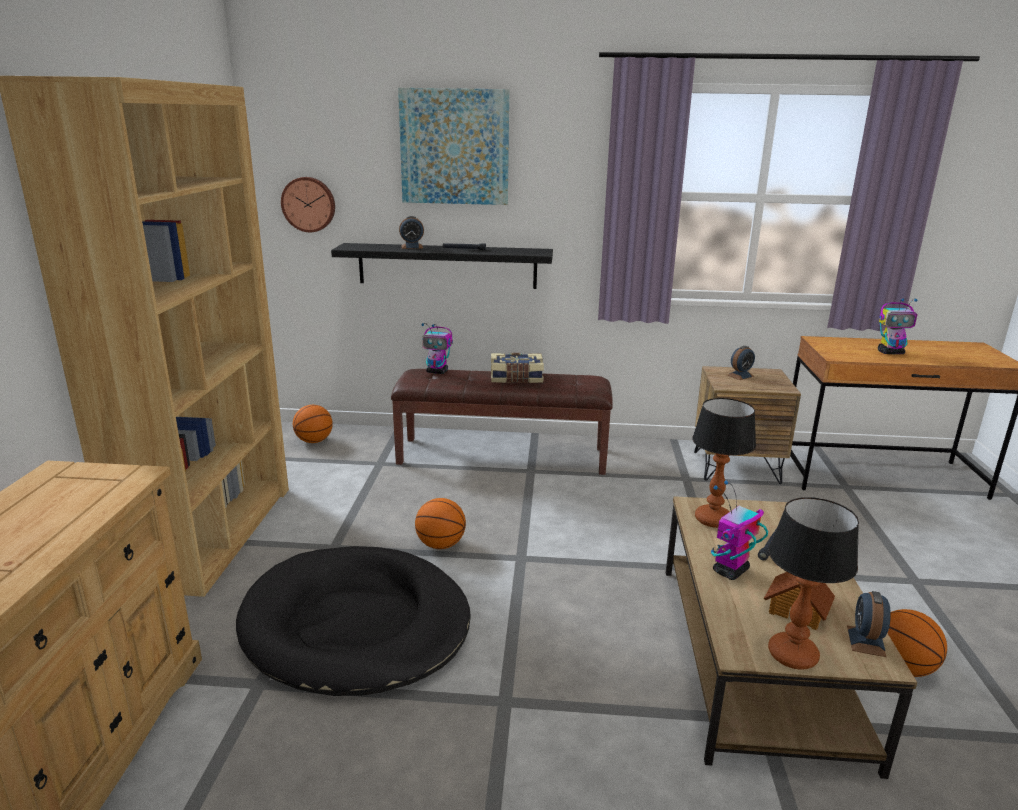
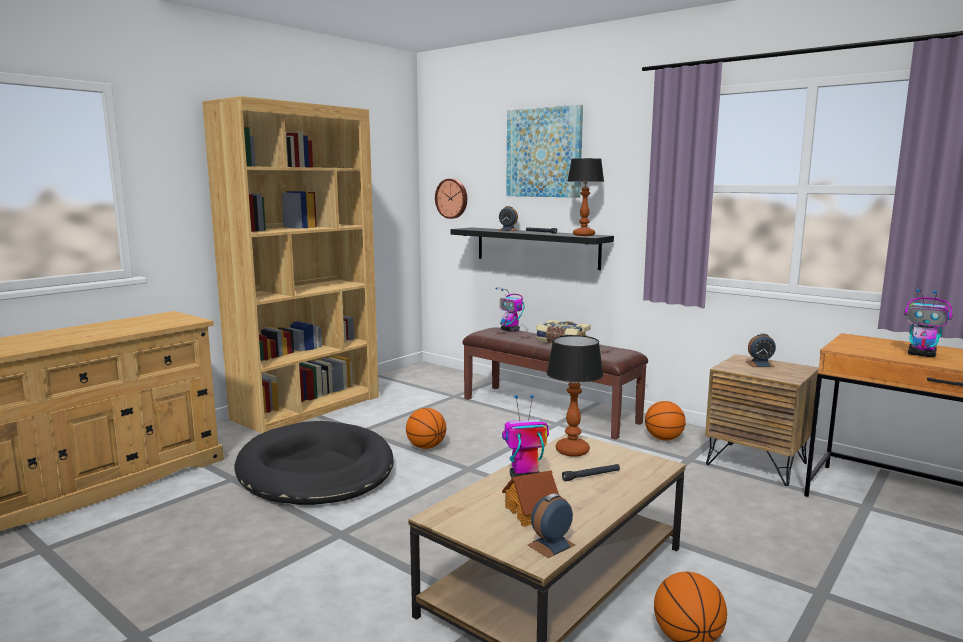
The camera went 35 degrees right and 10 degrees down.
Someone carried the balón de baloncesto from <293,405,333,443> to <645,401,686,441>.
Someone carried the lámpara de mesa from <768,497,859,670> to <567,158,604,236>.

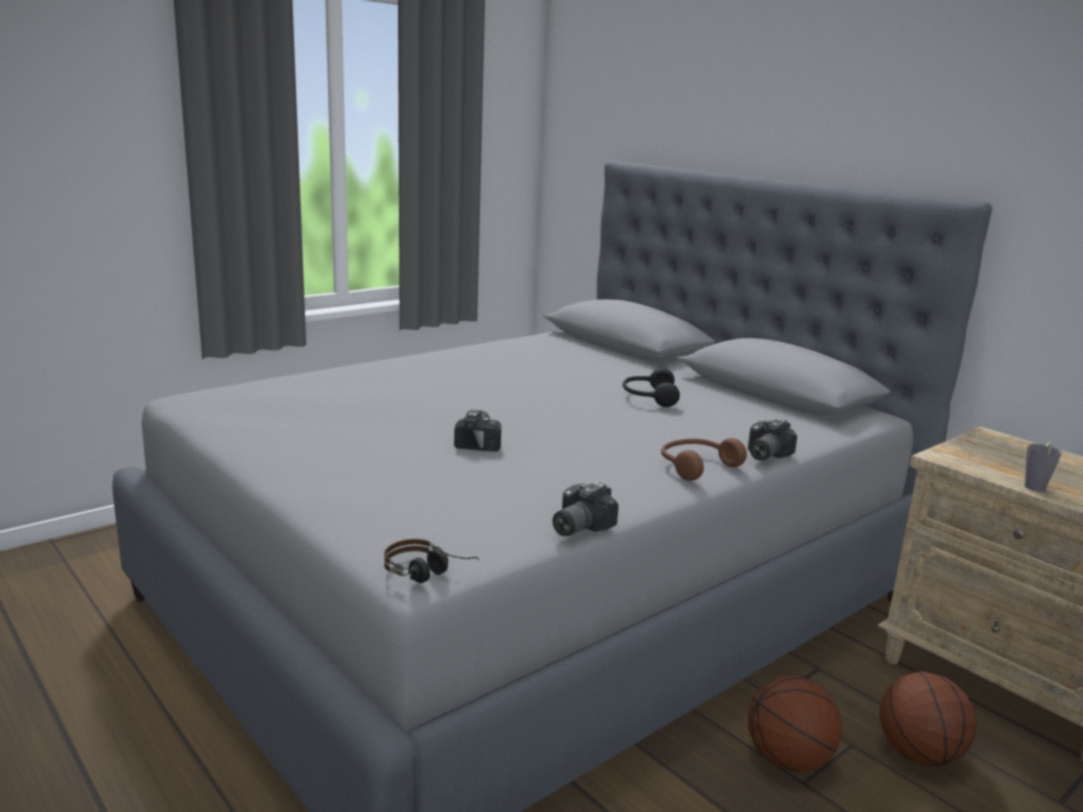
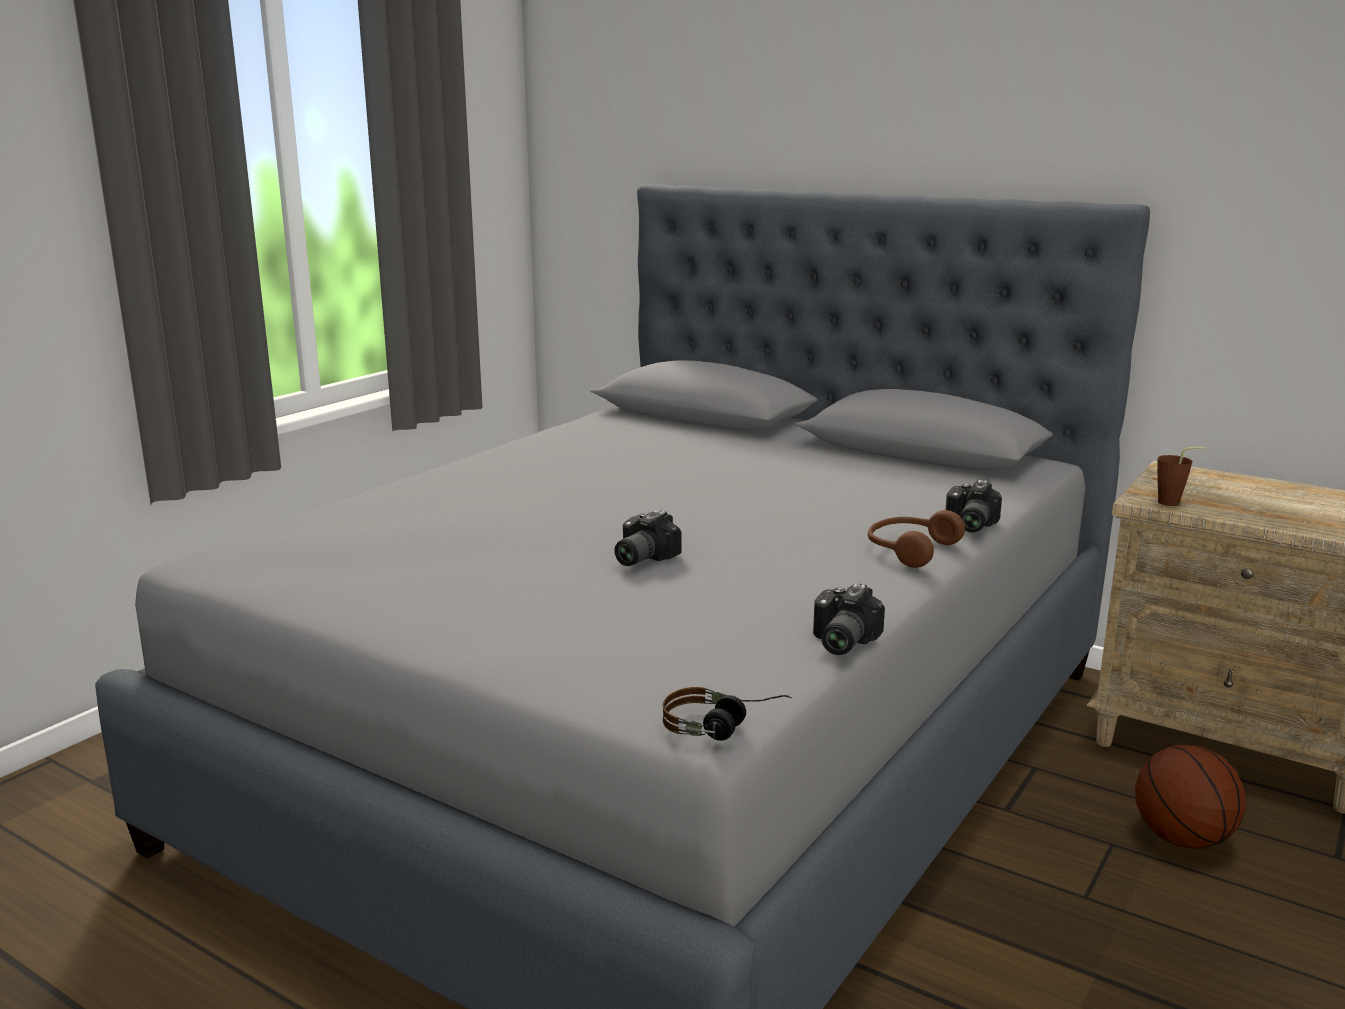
The camera went 15 degrees left and 0 degrees up.
Someone took away the auriculares (negro) at <622,368,680,407>.
Someone rotated the cámara at <454,410,501,452> by 135 degrees counterclockwise.
Someone took away the taza (gris) at <1024,442,1062,492>.
Someone took away the balón de baloncesto at <748,676,842,773>.
Someone put down the taza (marrón) at <1157,447,1205,506>.

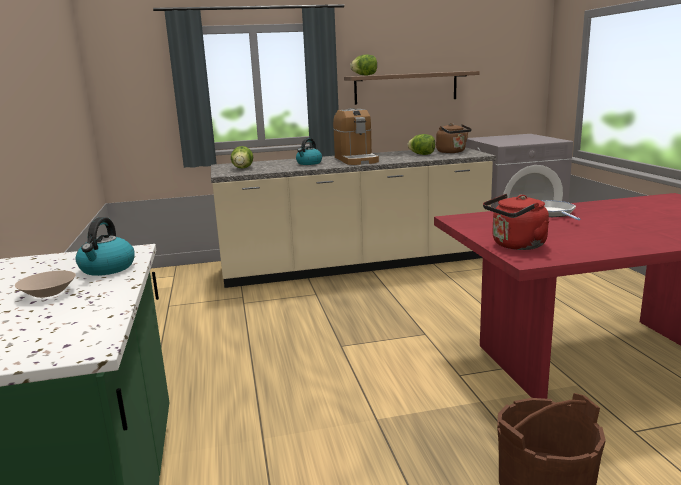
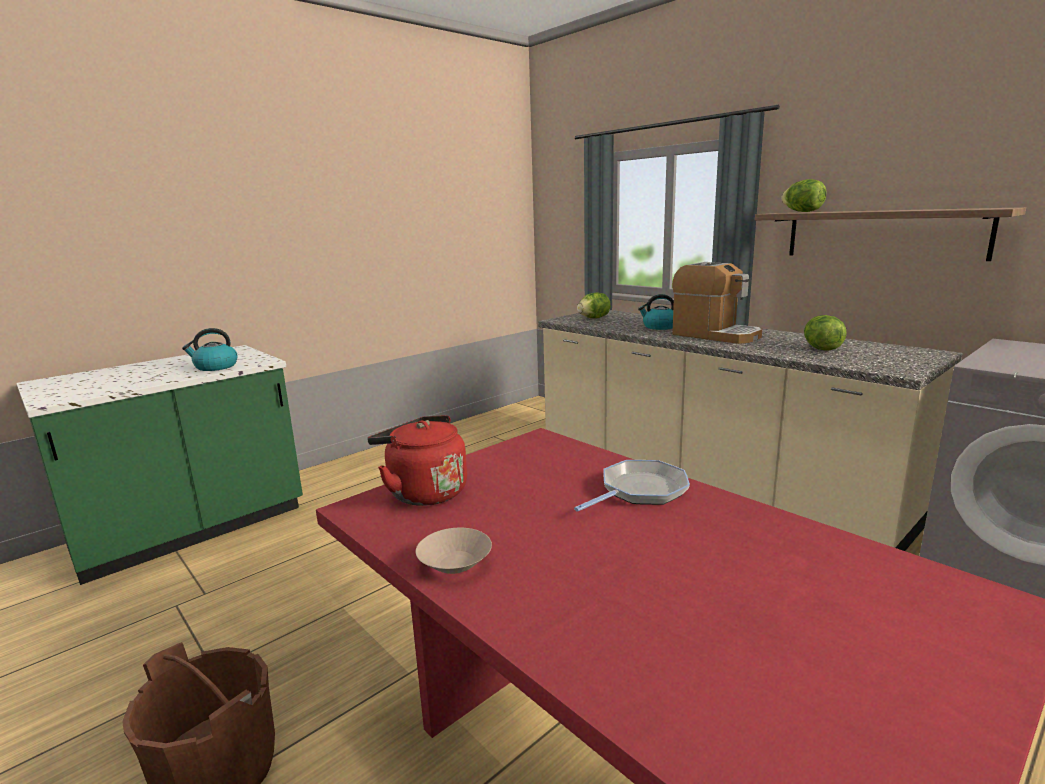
The camera went 60 degrees right and 0 degrees up.
Someone rotated the cafetera at <333,108,379,165> by 90 degrees counterclockwise.
Someone took away the hervidor (marrón) at <436,123,472,153>.
Someone carried the cuenco (beis) from <15,270,76,298> to <416,528,492,574>.

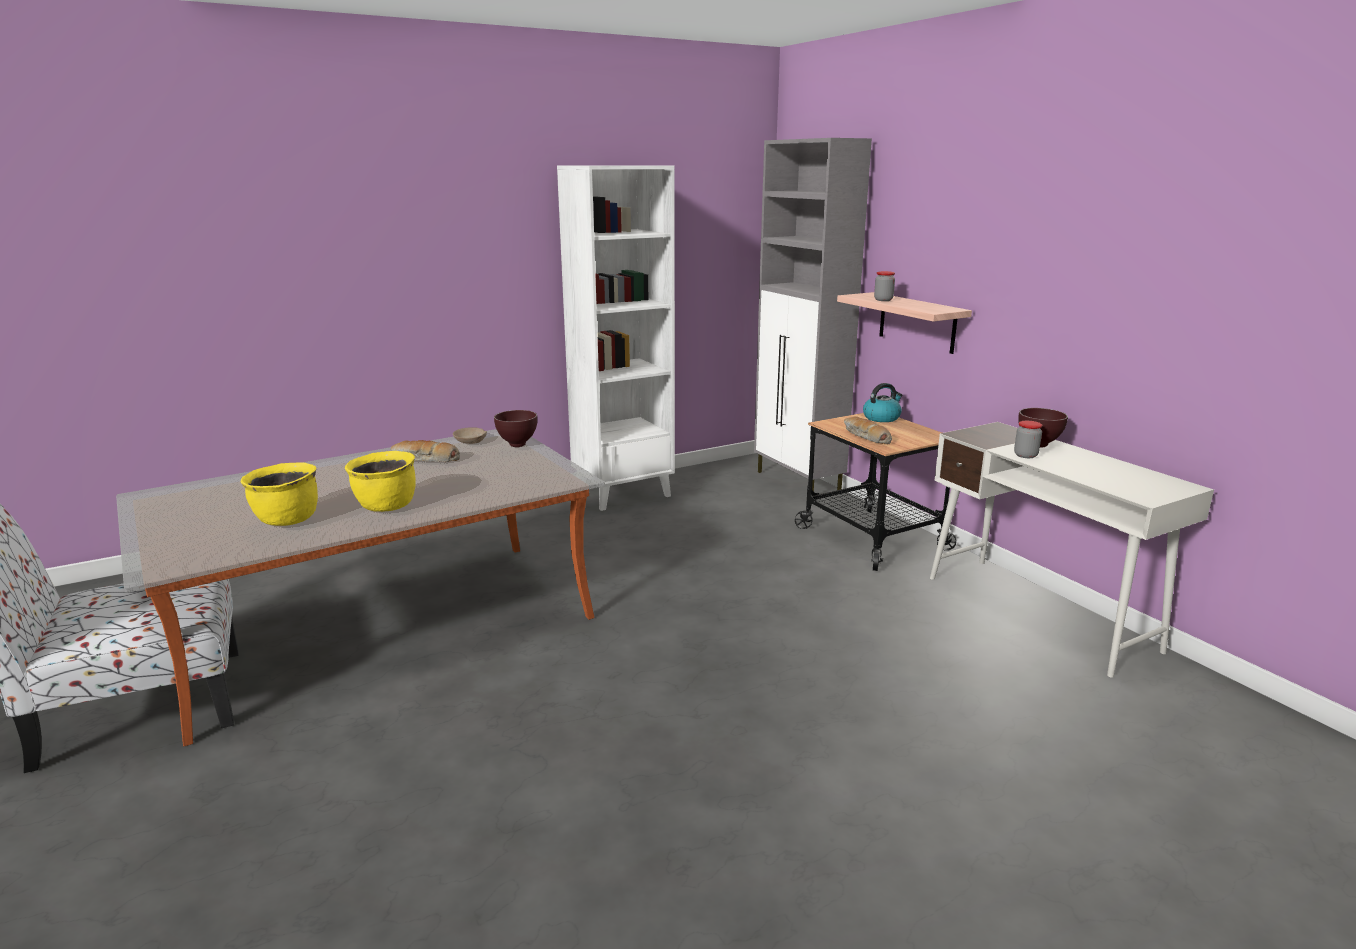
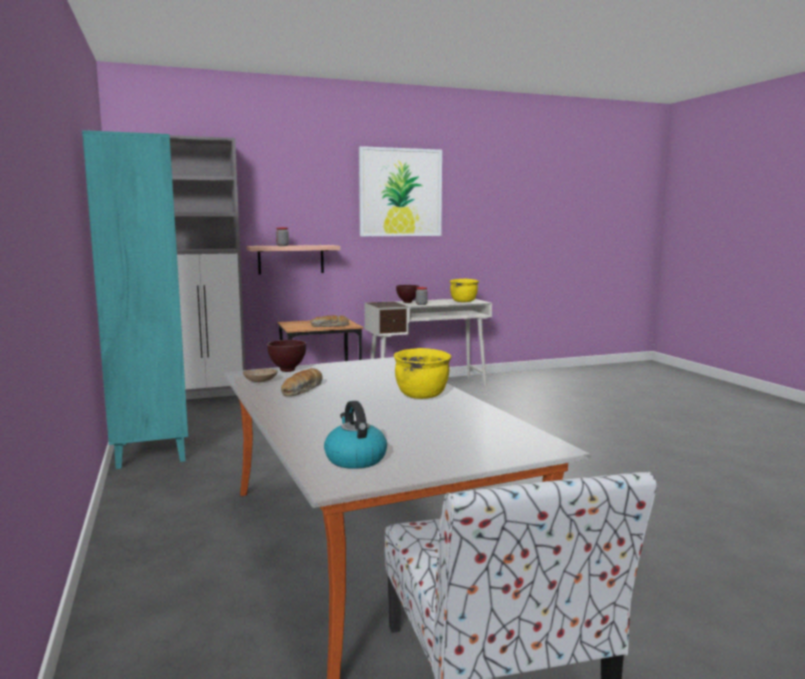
The camera went 80 degrees left and 10 degrees down.
Someone repainted the estantería (blanco) at <557,165,675,511>, which became the estantería (turquesa) at <82,130,188,469>.
Someone carried the hervidor from <863,383,902,422> to <324,401,387,469>.
Someone carried the olla (amarillo) from <241,462,318,526> to <450,279,479,302>.
Someone put up the cuadro at <359,146,442,236>.

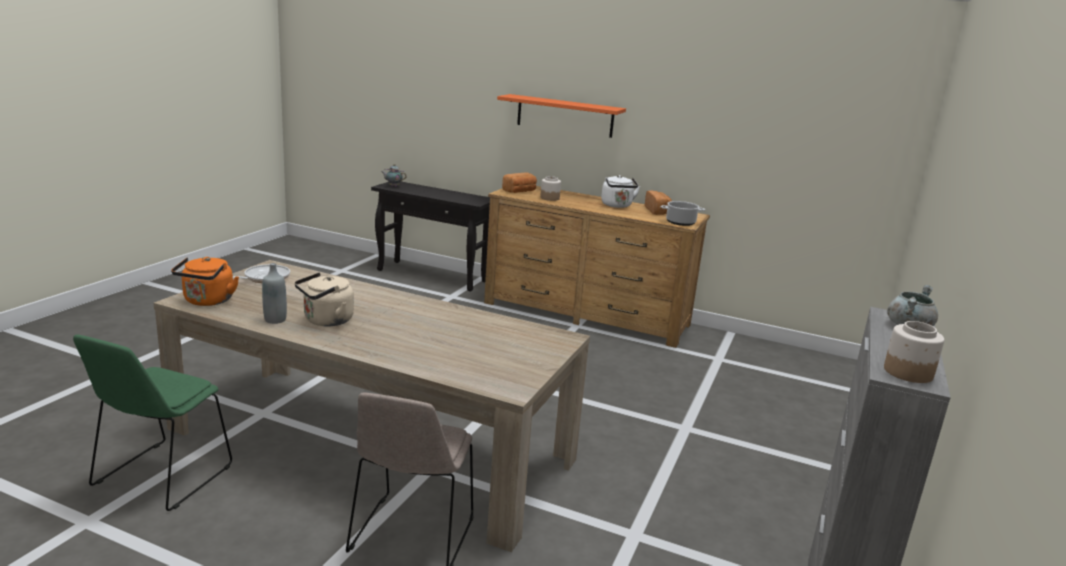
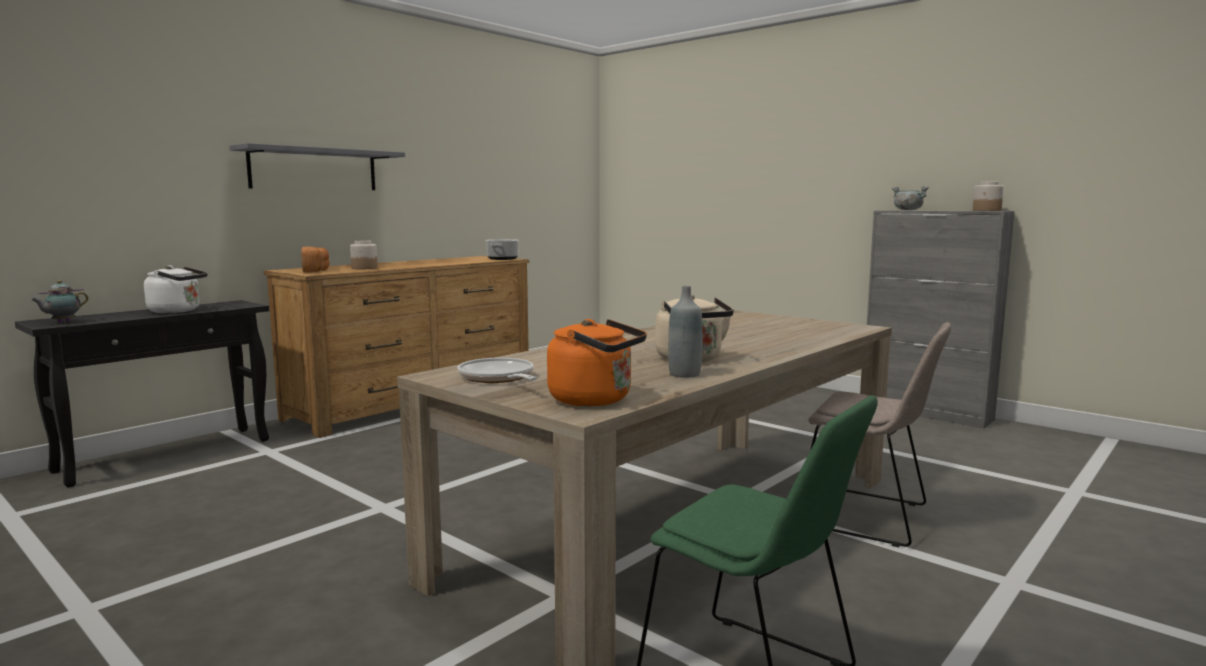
The camera went 70 degrees left and 10 degrees down.
Someone repainted the estante (naranja) at <497,94,626,138>, which became the estante (gris) at <229,143,405,190>.
Someone carried the hervidor (blanco) from <601,175,640,208> to <144,265,207,313>.
Someone took away the pan at <645,191,672,215>.

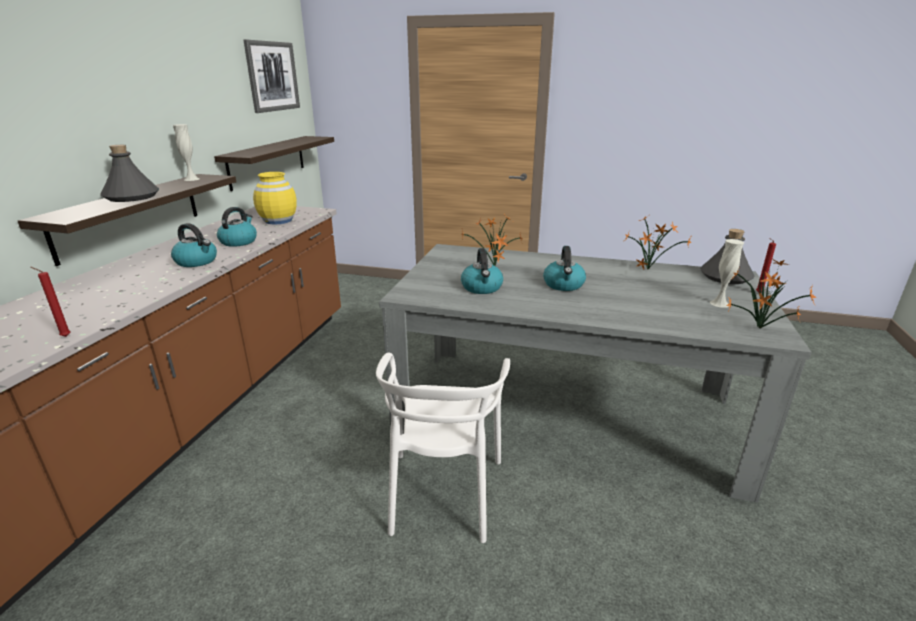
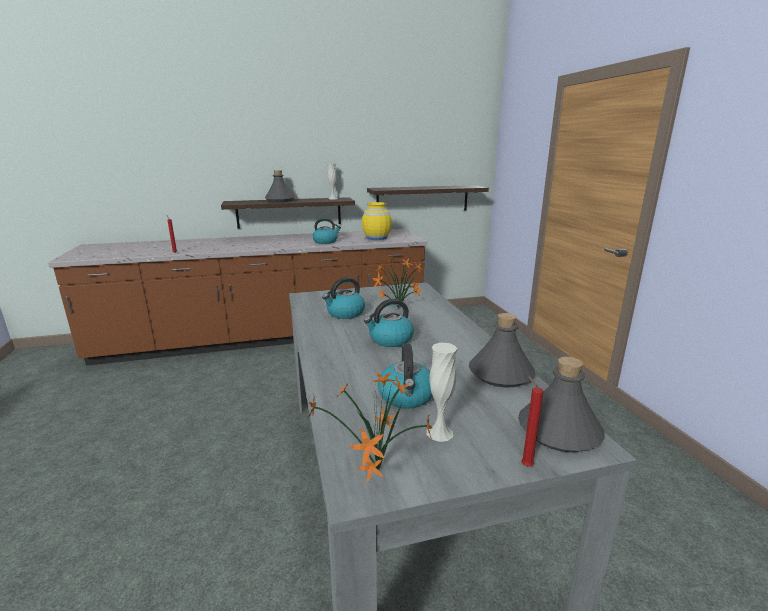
The camera went 60 degrees right and 5 degrees down.
Someone took away the cuadro at <243,40,300,113>.
Someone swapped the planta en maceta at <624,216,691,269> for the botella (gris) at <469,313,535,388>.
Someone carried the hervidor from <171,223,217,267> to <378,344,433,409>.
Someone took away the silla (blanco) at <376,353,510,543>.

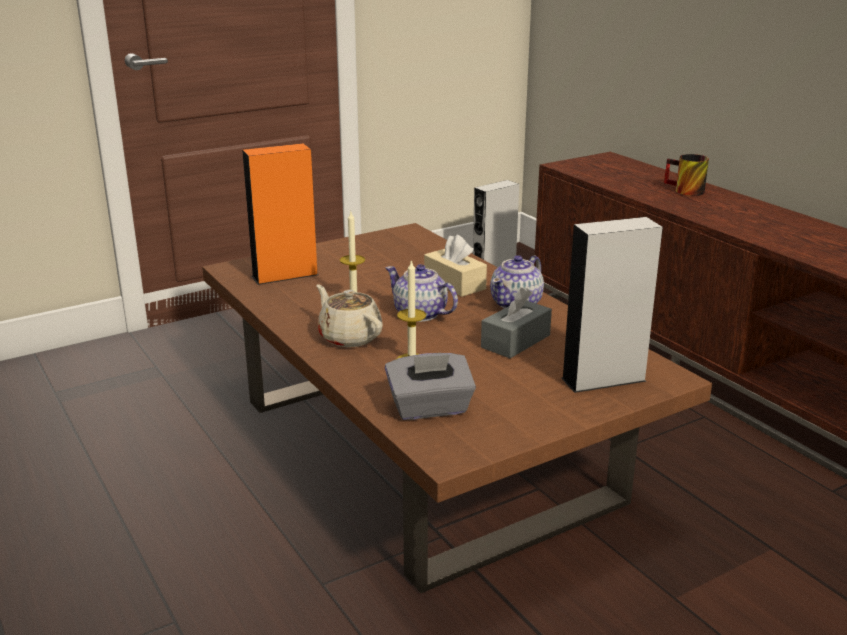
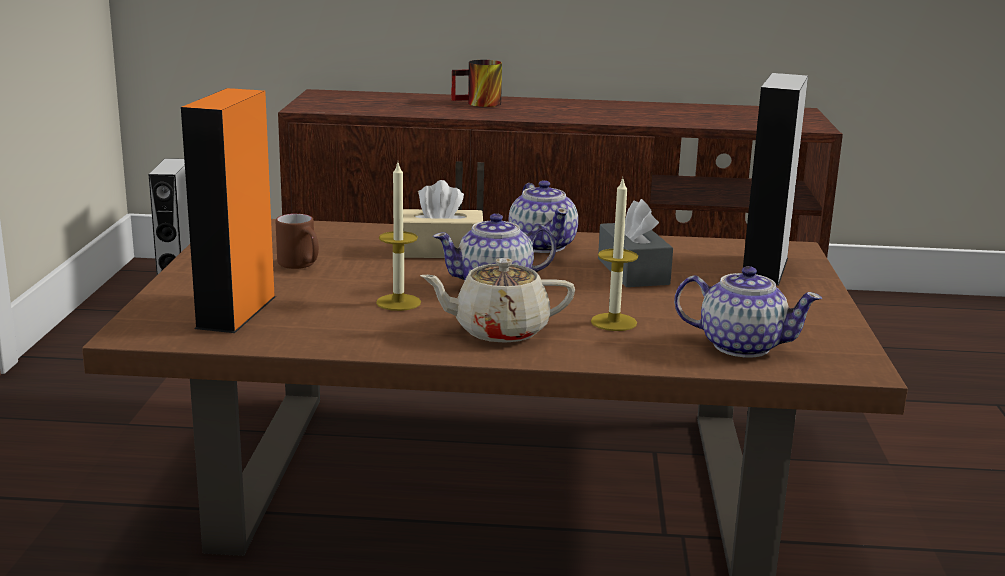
The camera went 55 degrees left and 5 degrees down.
Someone swapped the caja de pañuelos (gris) at <385,353,476,420> for the tetera at <674,266,822,357>.
Someone put down the taza grande (marrón) at <276,214,319,269>.

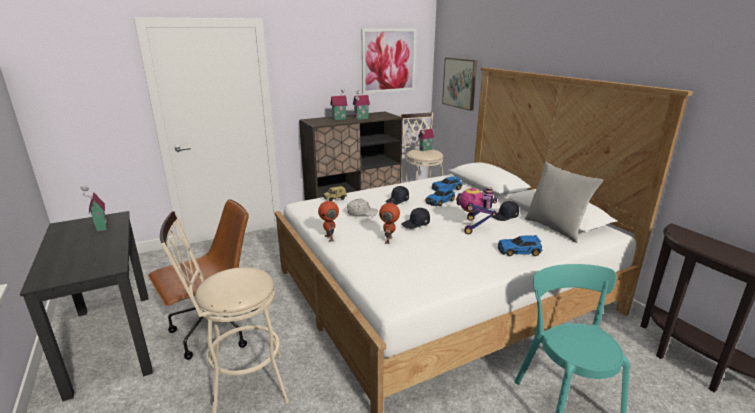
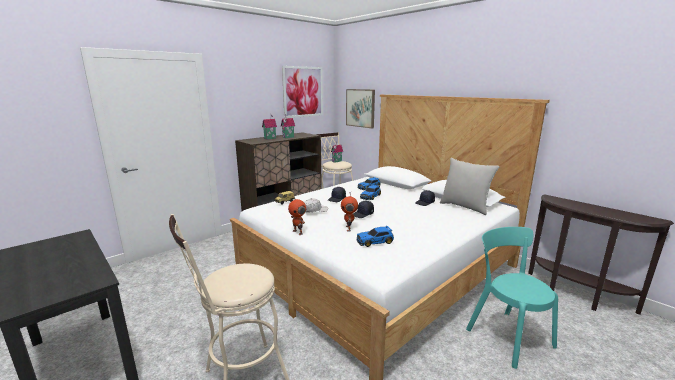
The camera went 15 degrees left and 5 degrees down.
Someone took away the casita at <80,186,107,232>.
Someone took away the robot de juguete at <456,187,497,234>.
Someone took away the silla de oficina (marrón) at <148,199,258,360>.
Someone carried the coche de juguete from <498,235,542,256> to <357,226,394,247>.

